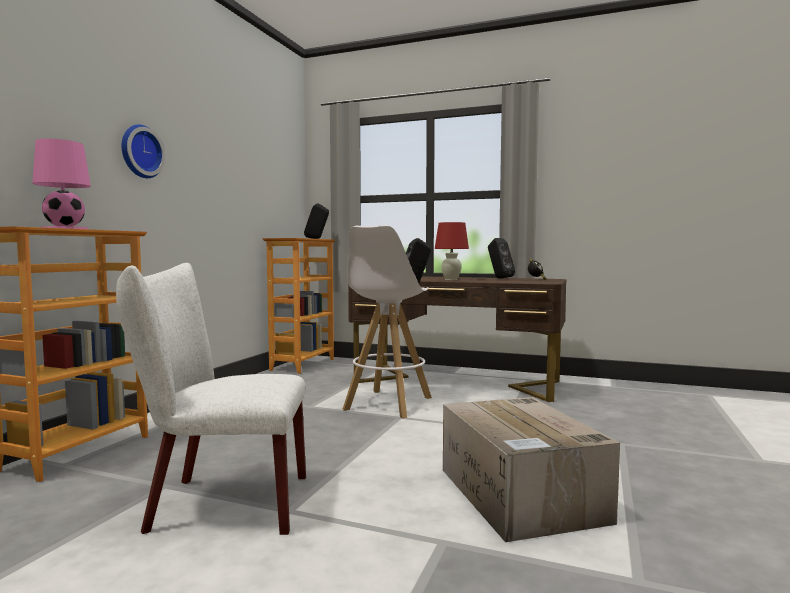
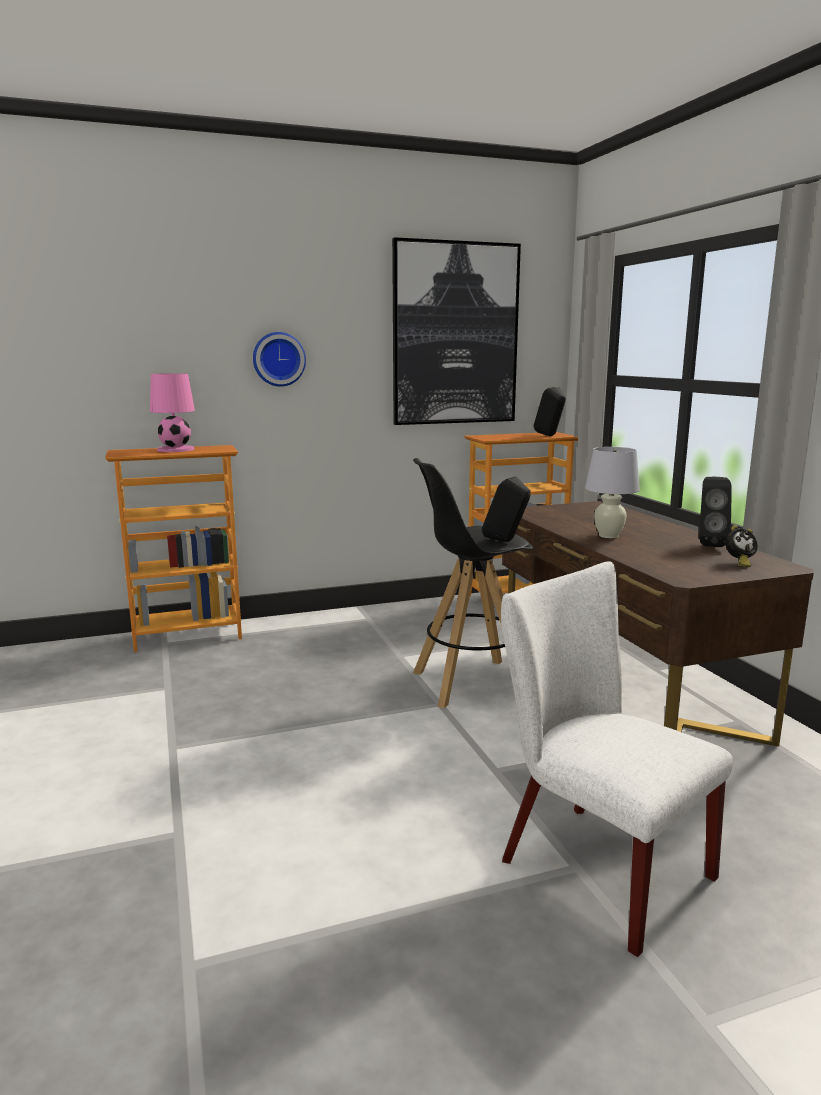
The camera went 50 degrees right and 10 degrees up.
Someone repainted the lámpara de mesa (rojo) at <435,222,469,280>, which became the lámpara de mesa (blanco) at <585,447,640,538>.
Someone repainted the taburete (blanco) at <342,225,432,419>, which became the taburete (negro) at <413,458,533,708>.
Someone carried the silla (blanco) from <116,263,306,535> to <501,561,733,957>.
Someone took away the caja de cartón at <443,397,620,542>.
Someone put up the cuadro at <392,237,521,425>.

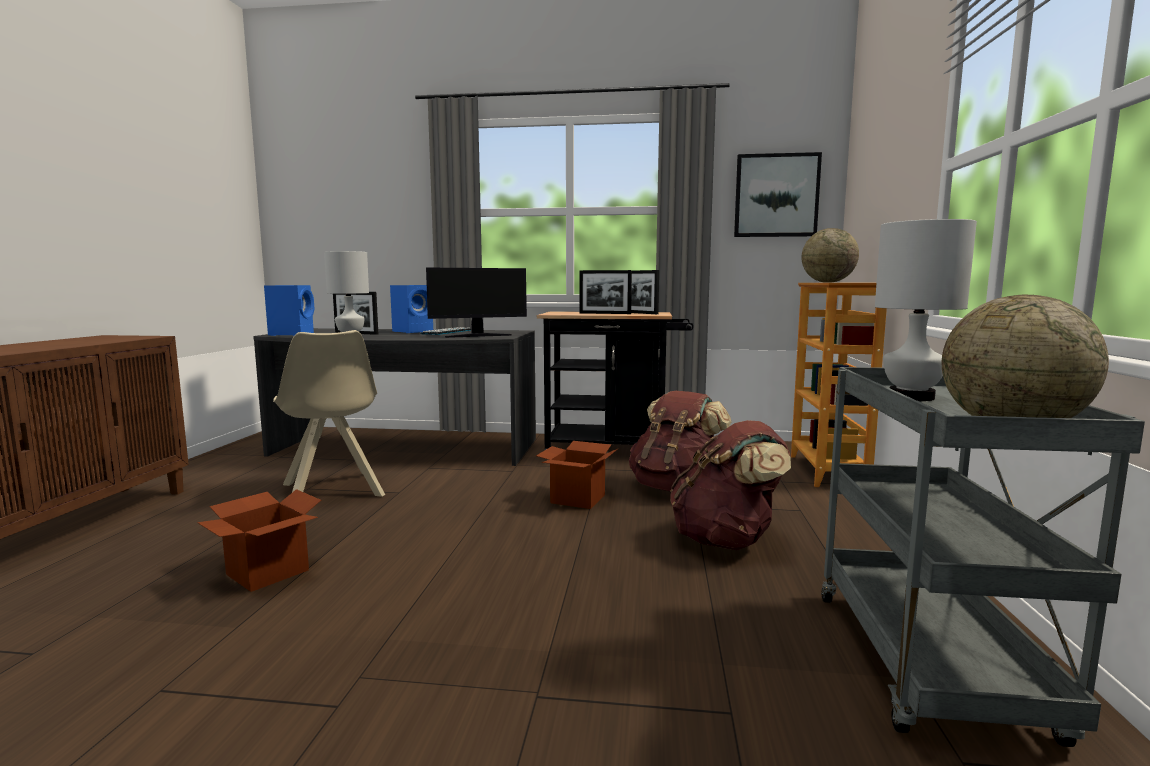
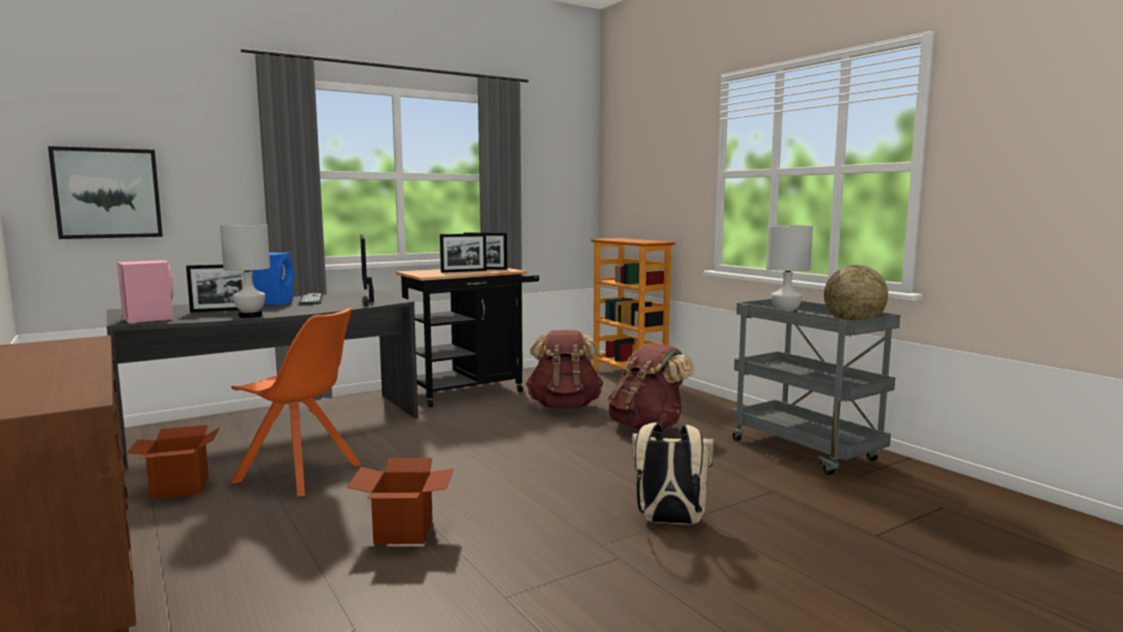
The camera went 40 degrees left and 0 degrees up.
Someone carried the cuadro from <734,152,822,237> to <48,146,163,239>.
Someone took away the globo terráqueo at <801,228,859,283>.
Someone rotated the monitor at <426,268,527,338> by 135 degrees clockwise.
Someone repainted the altavoz (azul) at <264,285,314,336>, which became the altavoz (rosa) at <117,260,174,324>.
Someone repainted the silla (beis) at <273,330,385,497>, which became the silla (naranja) at <231,308,361,497>.
Someone carried the caja de cartón from <536,441,617,509> to <126,425,220,499>.
Someone put down the mochila (beis) at <632,422,714,524>.

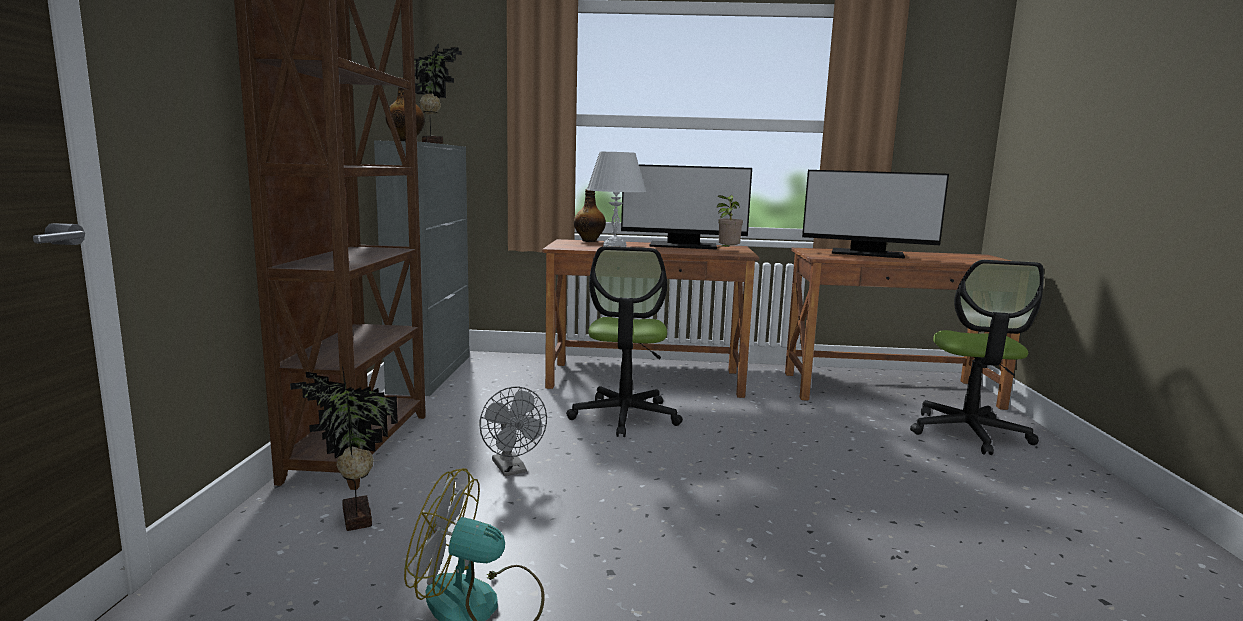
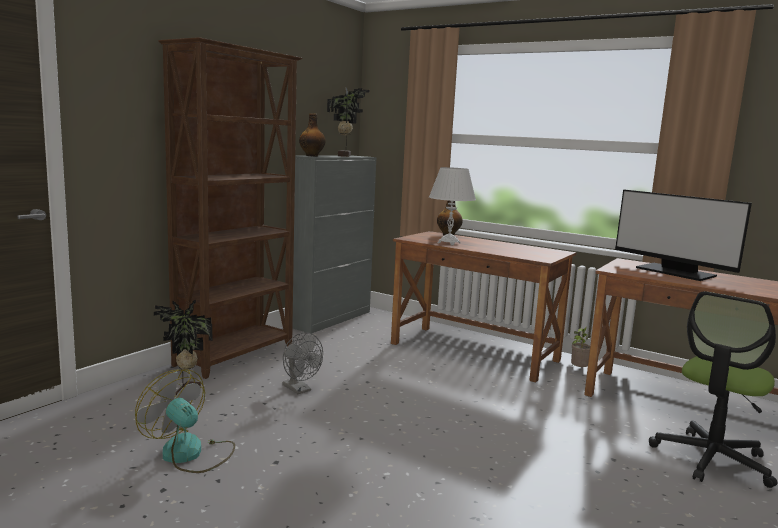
The camera went 30 degrees right and 0 degrees up.
Someone took away the monitor at <621,164,752,249>.
Someone carried the planta en maceta from <715,195,743,251> to <571,325,590,367>.
Someone took away the silla de oficina at <566,246,683,437>.
Someone rotated the ventilador (gris) at <480,387,547,476> by 45 degrees counterclockwise.

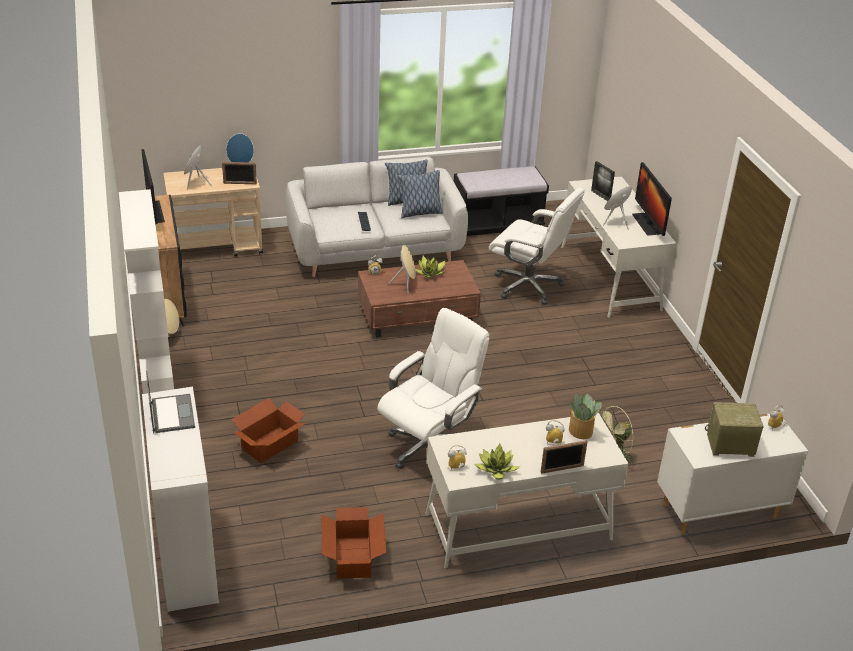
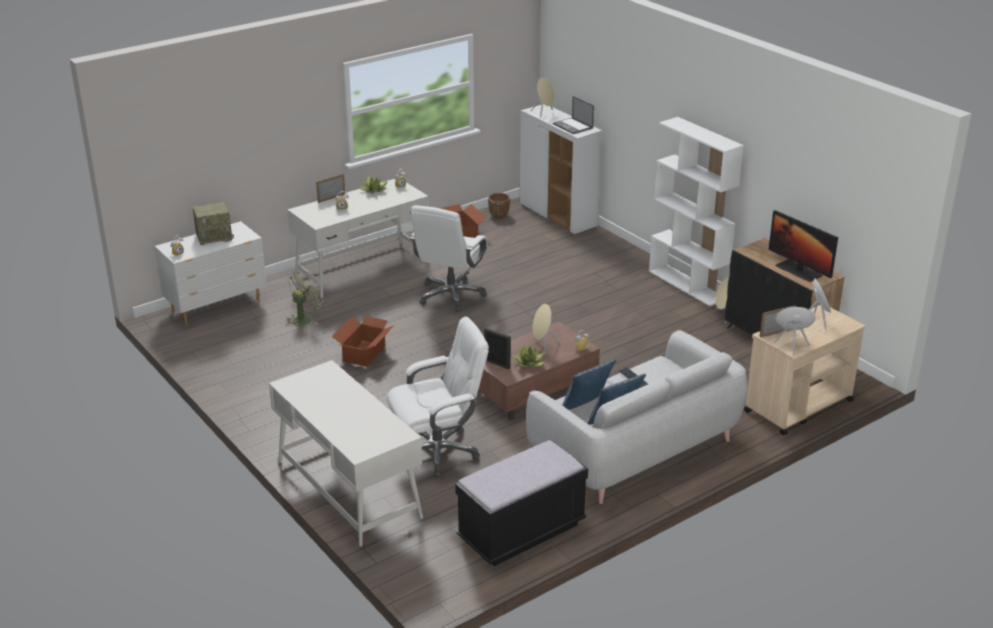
The camera went 160 degrees right and 5 degrees down.
Someone carried the portarretratos from <591,161,615,201> to <484,328,511,369>.
Someone took away the monitor at <632,162,672,236>.
Someone carried the altavoz (beis) from <603,186,632,230> to <531,77,554,118>.
Someone rotated the silla de oficina (blanco) at <489,187,585,305> by 150 degrees clockwise.
Someone took away the planta en maceta at <569,393,602,439>.
Someone carried the caja de cartón from <232,398,306,464> to <331,316,393,367>.
Someone put down the maceta (marrón) at <488,193,510,218>.

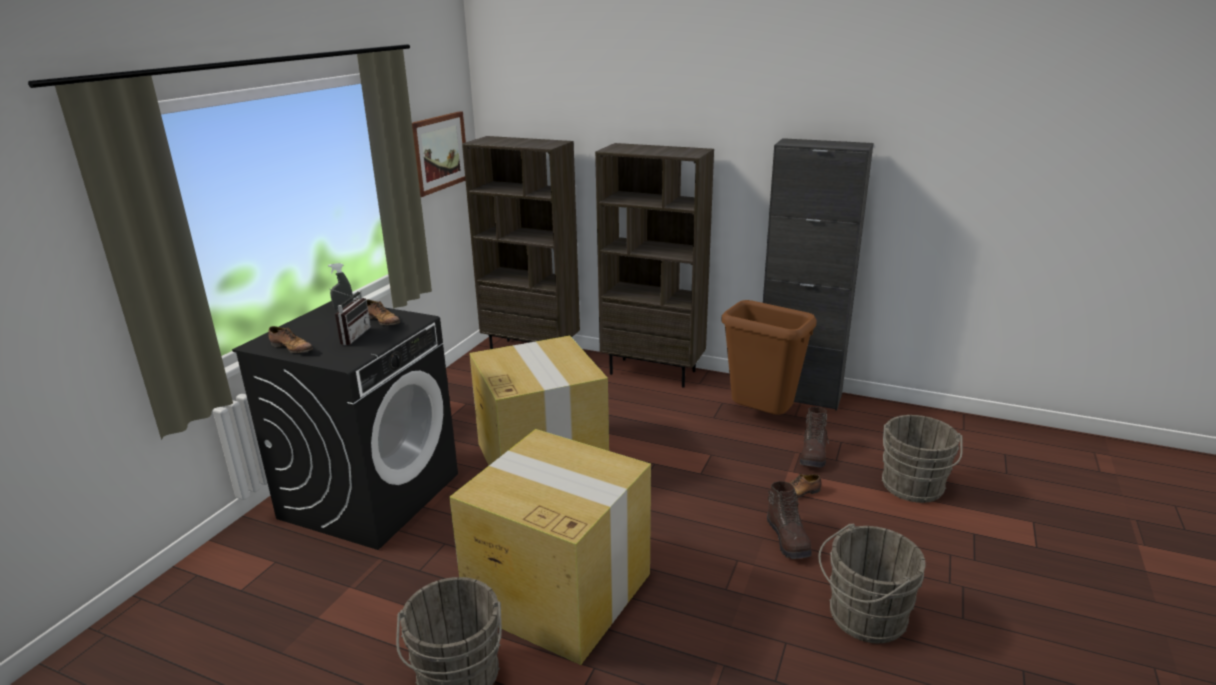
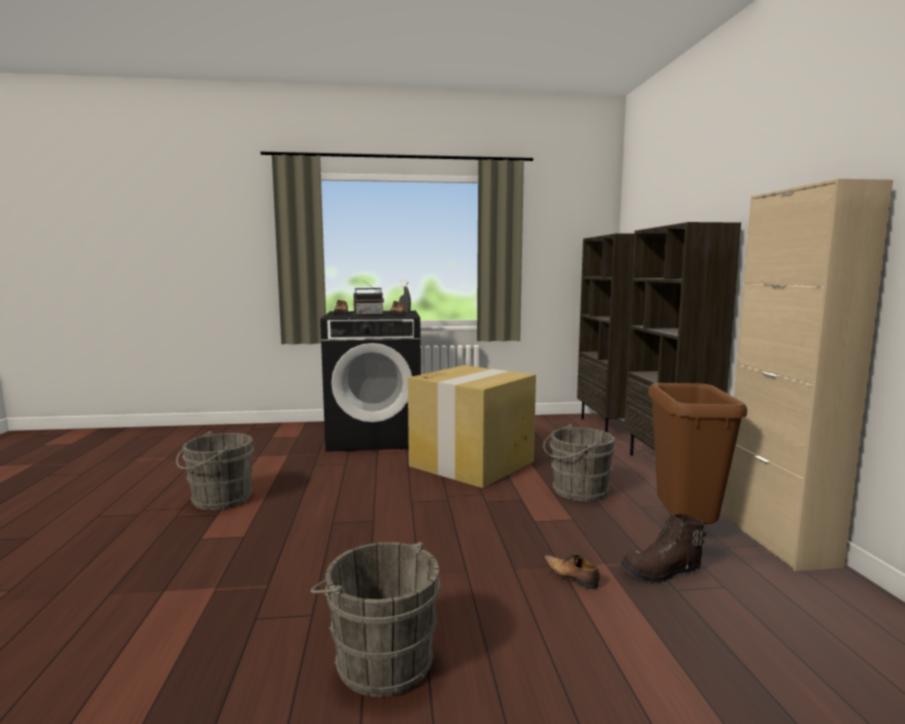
The camera went 60 degrees right and 15 degrees down.
Someone took away the cuadro at <412,112,466,197>.
Someone repainted the armario (negro) at <763,138,873,410>, which became the armario (beis) at <724,179,893,571>.
Someone carried the cubo (gris) from <882,415,963,503> to <543,424,616,502>.
Someone took away the caja de cartón at <449,429,651,665>.
Someone took away the bota (marrón) at <767,481,812,559>.

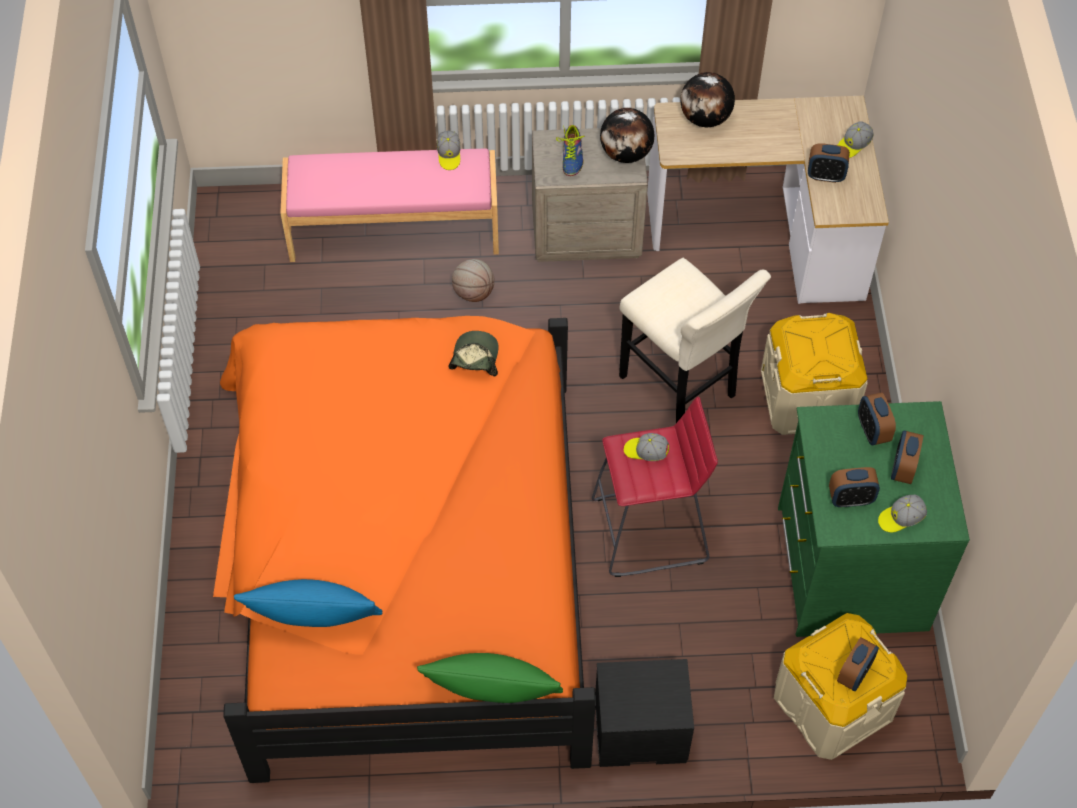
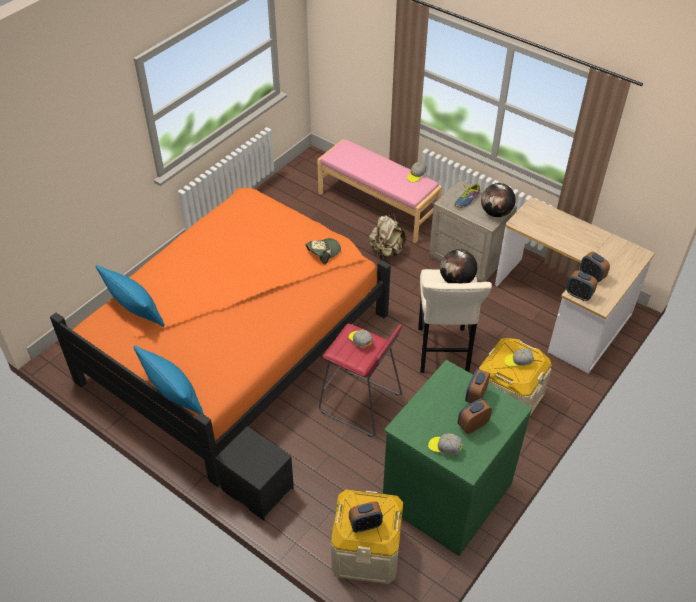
The camera went 40 degrees right and 10 degrees down.
Someone carried the globo terráqueo from <680,72,735,127> to <440,249,477,283>.
Someone carried the gorra from <838,121,874,158> to <504,348,534,367>.
Someone swapped the balón de baloncesto at <452,259,494,302> for the mochila (beis) at <369,214,406,259>.
Someone carried the despertador from <829,467,880,507> to <566,271,597,301>.
Someone repainted the cojín (verde) at <417,653,563,703>, which became the cojín (azul) at <133,345,204,414>.

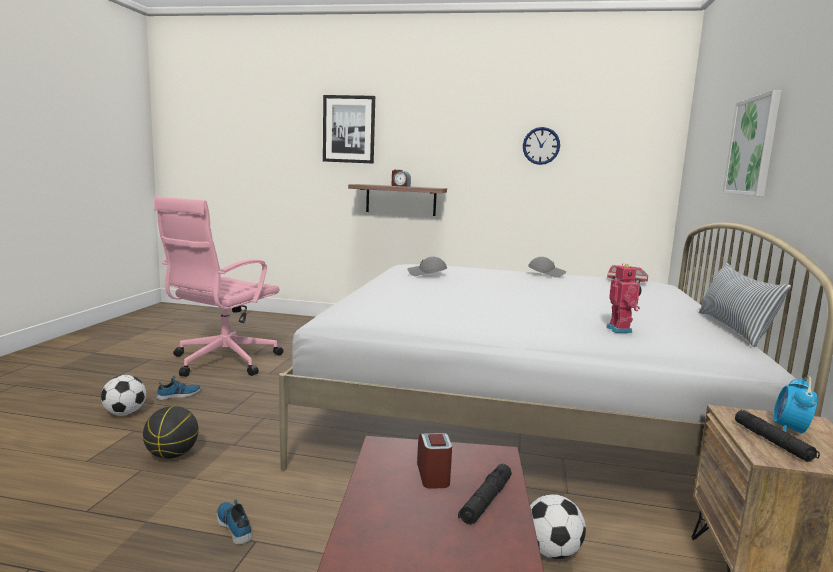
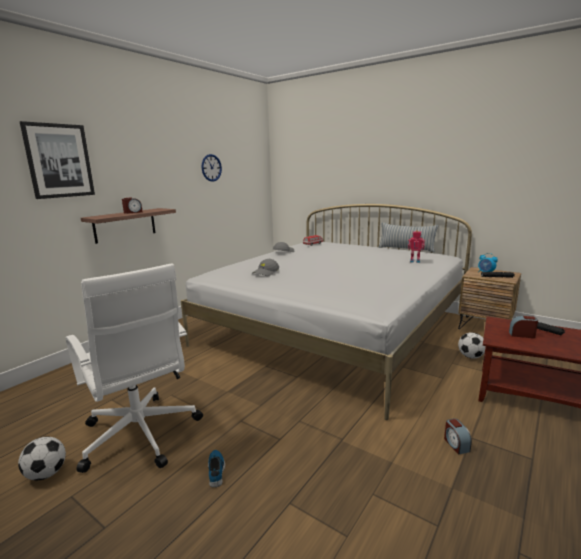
The camera went 65 degrees left and 5 degrees up.
Someone took away the cuadro at <723,90,781,196>.
Someone repainted the silla de oficina (rosa) at <154,196,283,377>, which became the silla de oficina (blanco) at <66,263,203,473>.
Someone carried the balón de fútbol from <101,375,146,416> to <18,437,66,481>.
Someone took away the balón de baloncesto at <143,406,199,459>.
Someone swapped the zapato at <216,499,253,545> for the despertador at <444,418,472,455>.

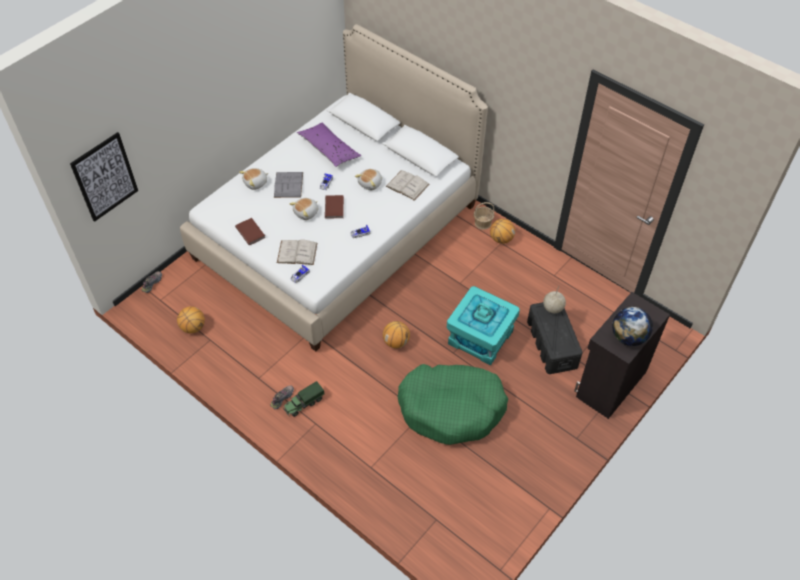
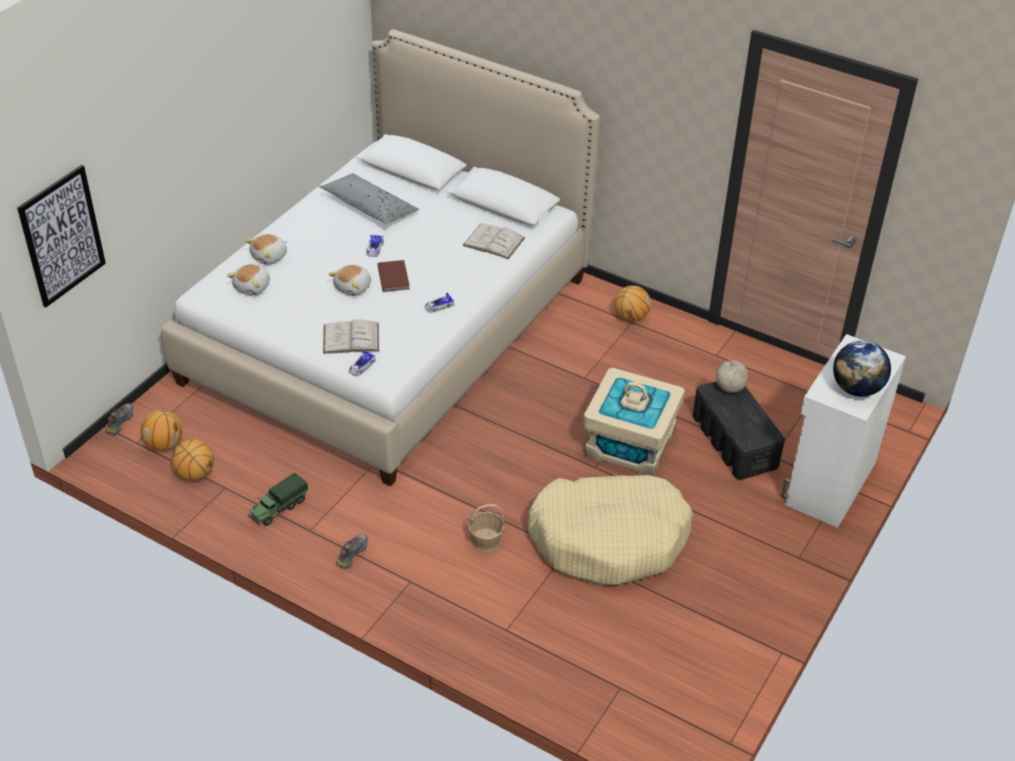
The camera went 10 degrees left and 10 degrees down.
Someone repainted the cojín (morado) at <297,122,361,167>, which became the cojín (gris) at <319,173,419,224>.
Someone carried the peluche from <355,169,382,190> to <227,264,270,295>.
Someone took away the libro (gris) at <274,172,303,198>.
Someone carried the cesta from <474,202,495,230> to <468,504,504,552>.
Someone took away the libro (marrón) at <235,218,265,245>.
Someone repainted the caja de almacenaje (turquesa) at <447,286,520,366>, which became the caja de almacenaje (beis) at <583,368,685,476>.
Someone repainted the armario (negro) at <574,292,670,419>, which became the armario (blanco) at <781,334,906,528>.
Someone carried the balón de baloncesto from <383,321,410,348> to <141,410,183,451>.
Someone repainted the cama para perro (verde) at <398,364,508,445>, which became the cama para perro (beis) at <528,475,693,585>.
Someone carried the camión de juguete from <283,381,324,417> to <248,473,308,526>.

